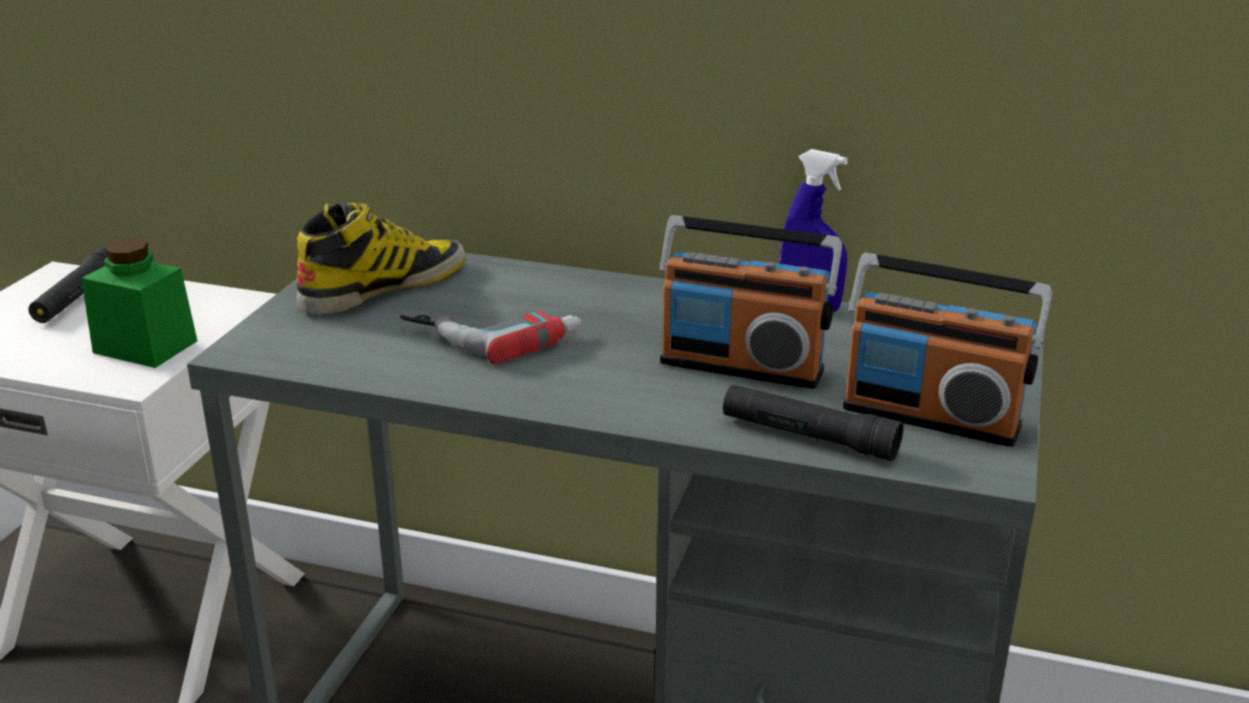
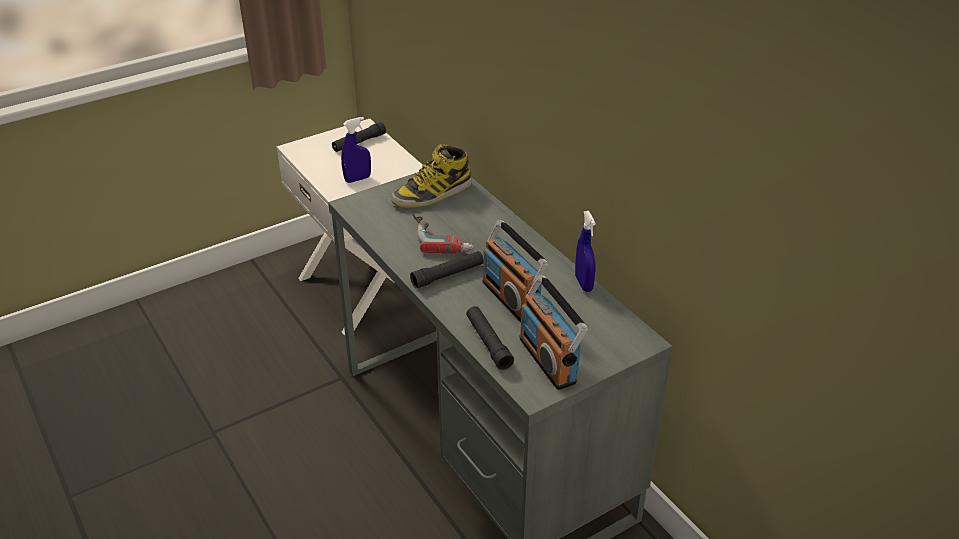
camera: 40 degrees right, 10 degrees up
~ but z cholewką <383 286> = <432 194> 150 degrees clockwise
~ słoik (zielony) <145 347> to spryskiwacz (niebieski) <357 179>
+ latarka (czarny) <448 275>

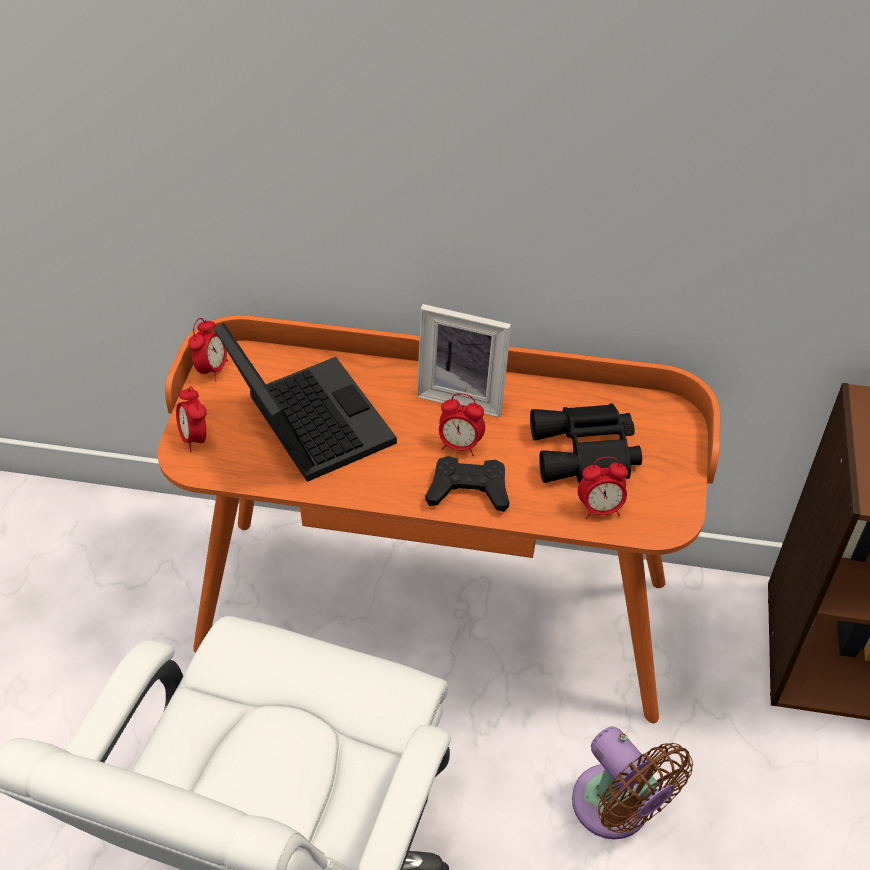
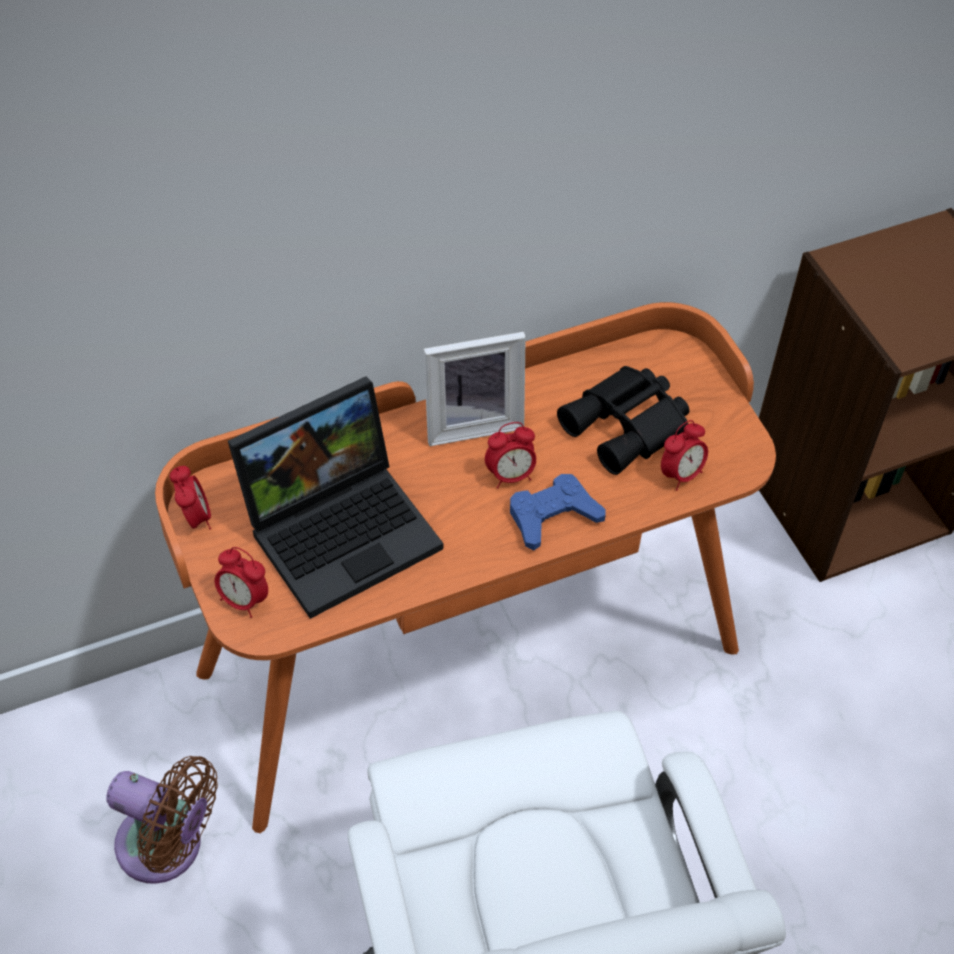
camera: 35 degrees left, 5 degrees up
~ laptop <305 423> = <342 527> 120 degrees clockwise
~ pad do gier (czarny) <468 490> to pad do gier (niebieski) <553 516>
~ wentylator (brązowy) <616 809> to <167 847>

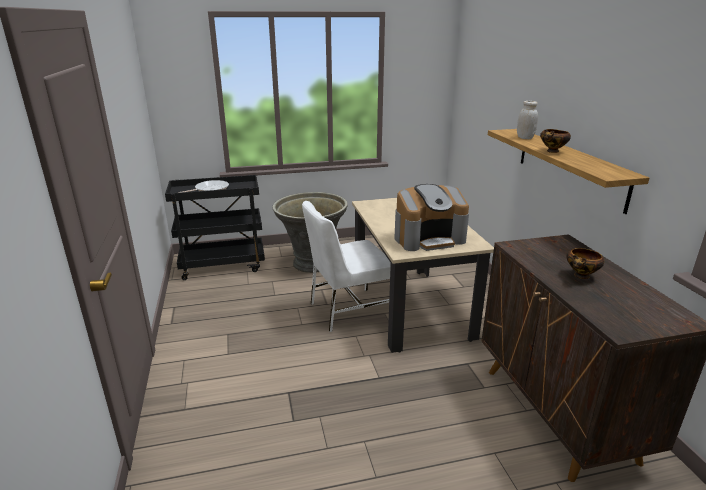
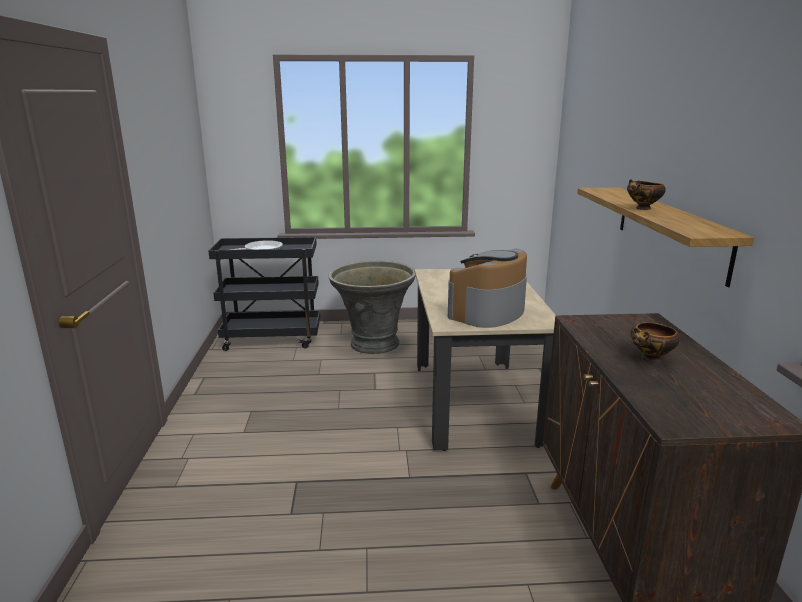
camera: 10 degrees right, 5 degrees down
- słoik (biały) <525 138>
~ ekspres do kawy <429 238> = <488 312> 135 degrees clockwise
- krzesło (biały) <348 310>

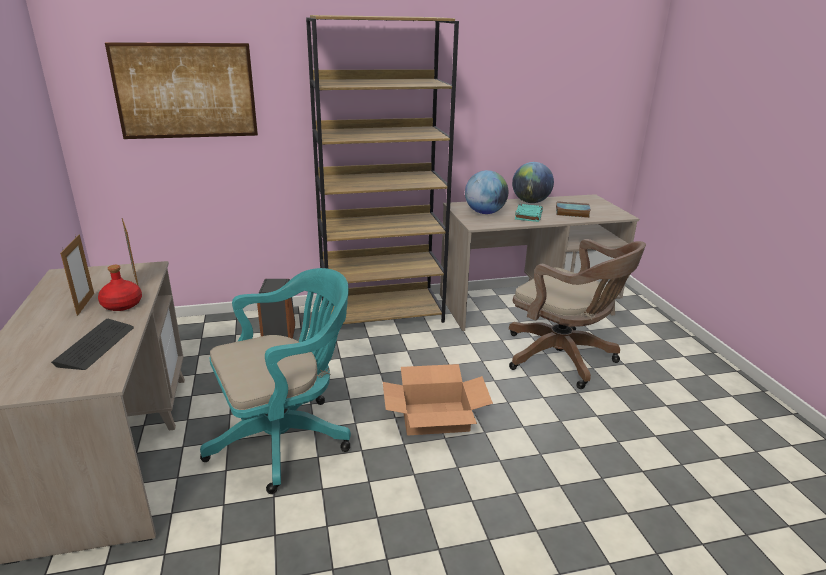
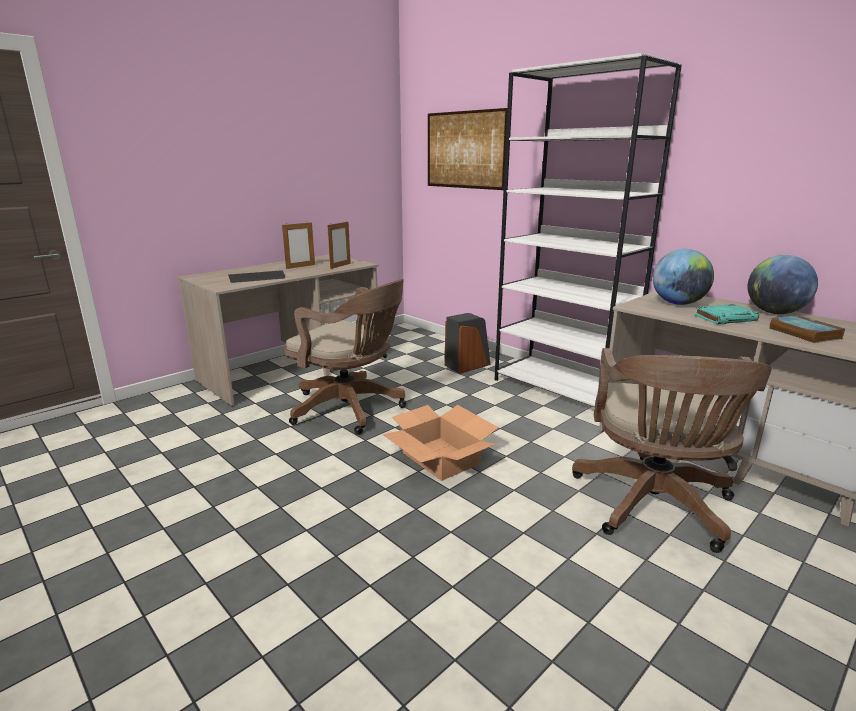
camera: 60 degrees right, 5 degrees down
~ regał (brązowy) <382 313> to regał (biały) <561 388>
- butelka (czerwony) <122 305>
~ krzesło biurowe (turkusowy) <286 438> to krzesło biurowe (brązowy) <351 409>

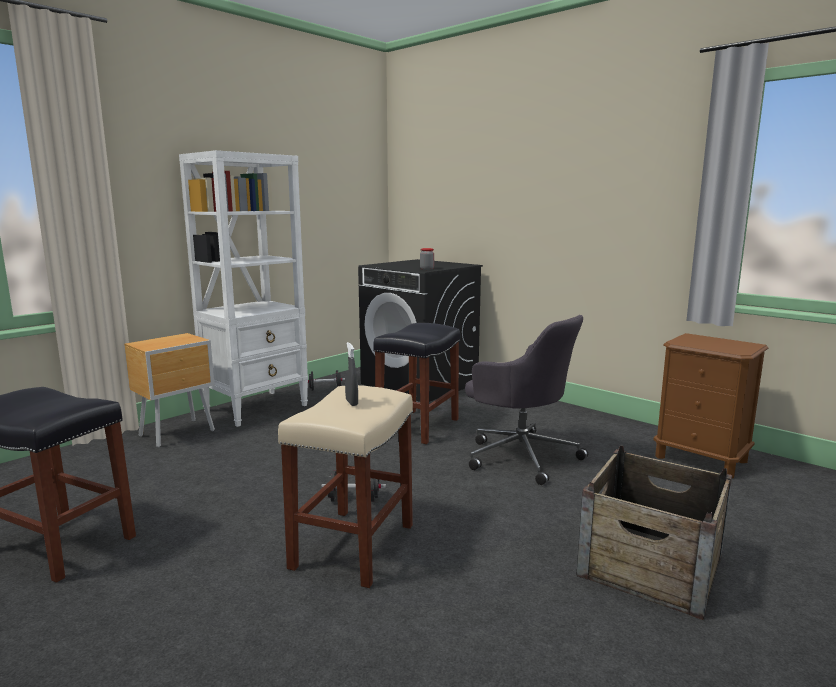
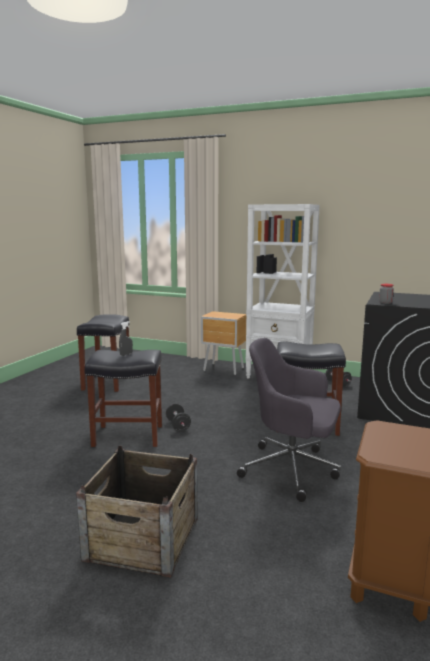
camera: 70 degrees right, 0 degrees up
~ krzesło biurowe (szary) <520 455> = <292 470> 90 degrees clockwise
~ stołek (beżowy) <353 545> to stołek (czarny) <129 435>

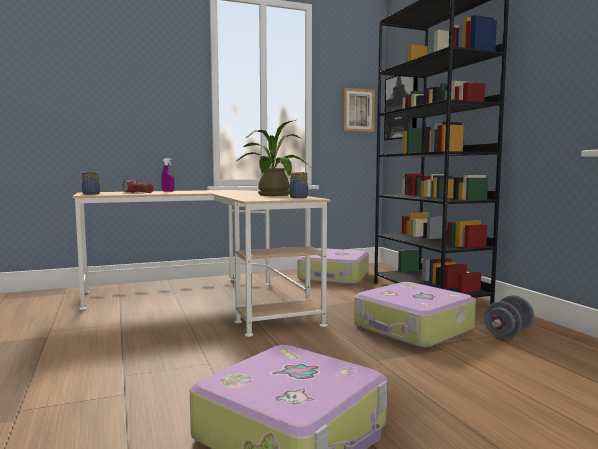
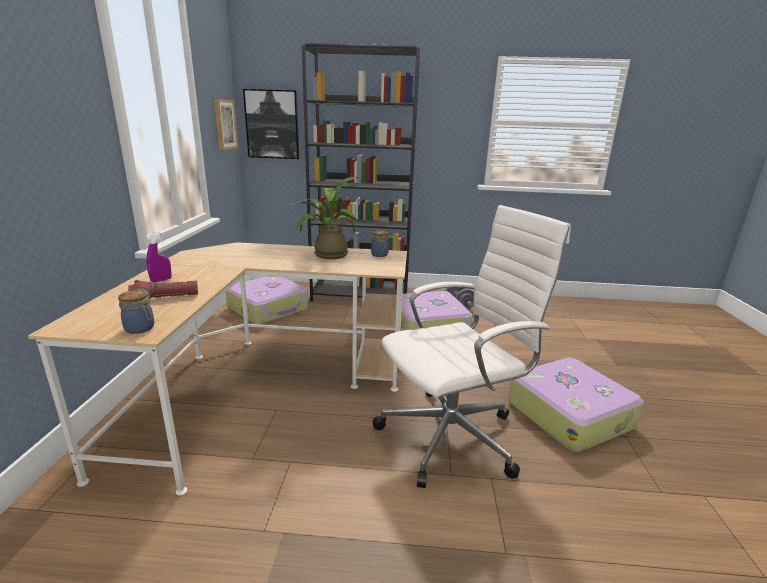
camera: 65 degrees left, 15 degrees up
+ krzesło biurowe (biały) <453 435>

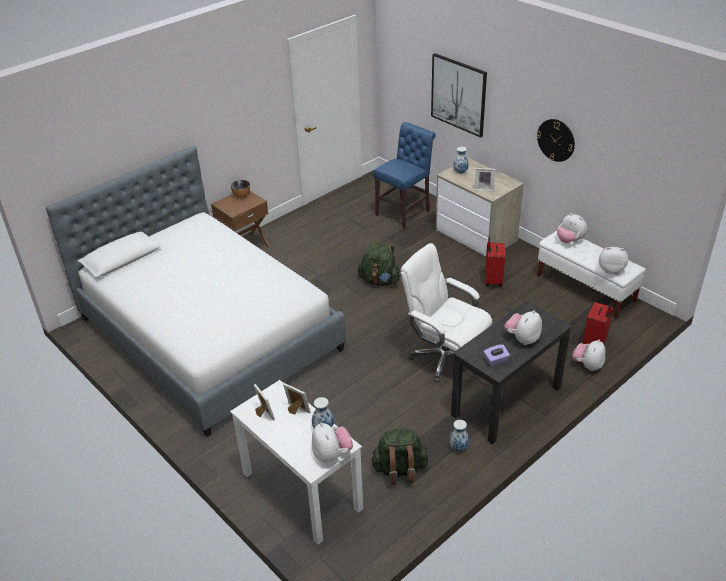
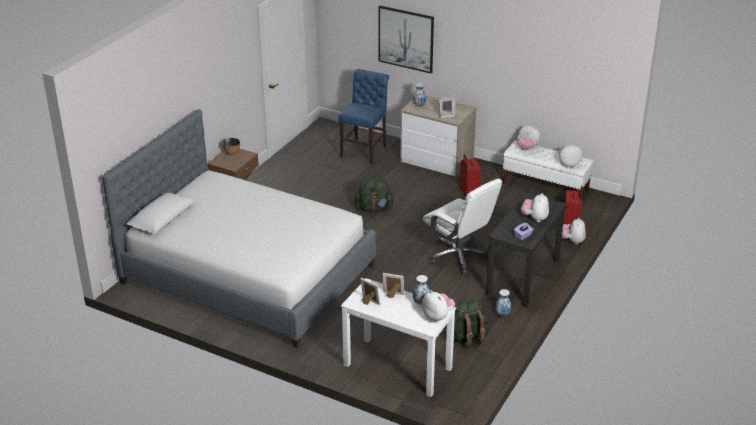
camera: 20 degrees left, 5 degrees down
- zegar ścienny <556 140>
~ krzesło biurowe (biały) <444 358> = <459 256> 150 degrees counterclockwise

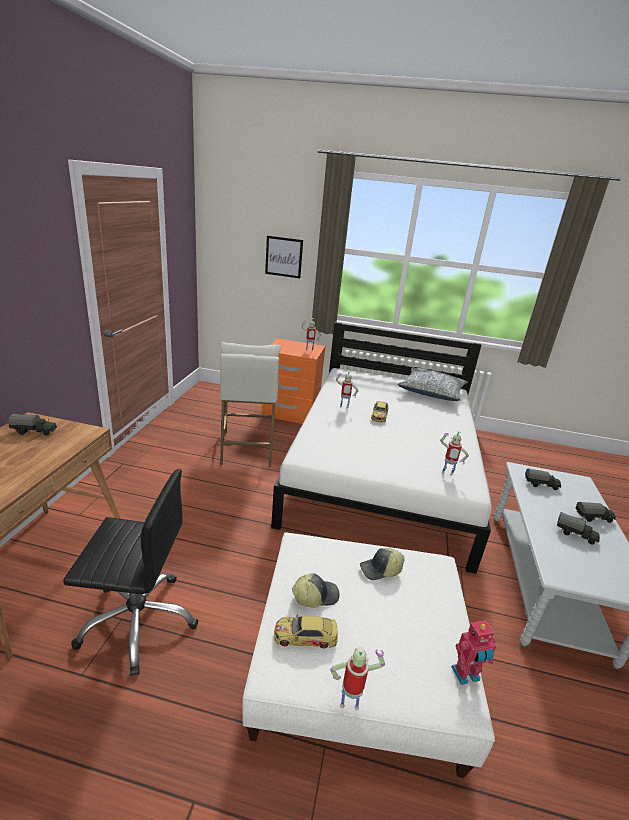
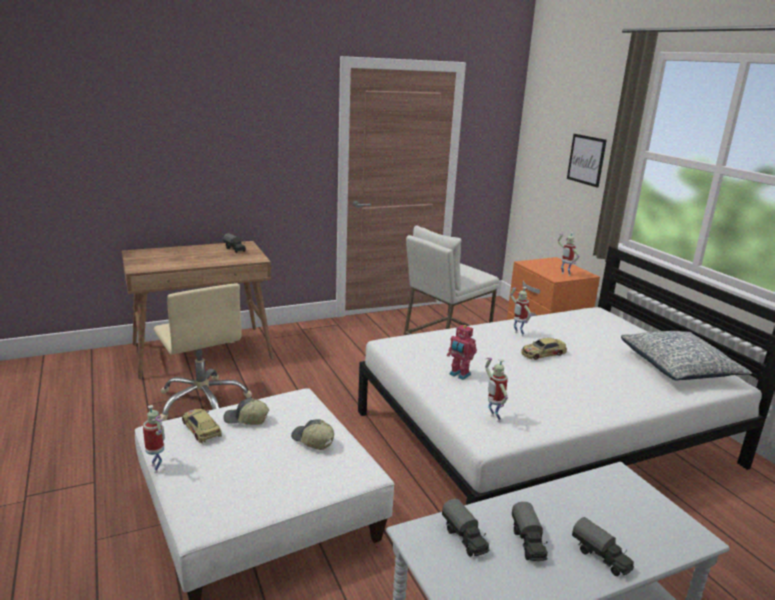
camera: 55 degrees right, 5 degrees down
~ ciężarówka zabawkowa <541 485> to <465 538>
~ krzesło biurowe (czarny) <139 620> to krzesło biurowe (beżowy) <203 402>
~ czapka z daszkiem <315 595> = <246 420> 150 degrees clockwise
~ robot zabawkowy <466 675> to <459 375>

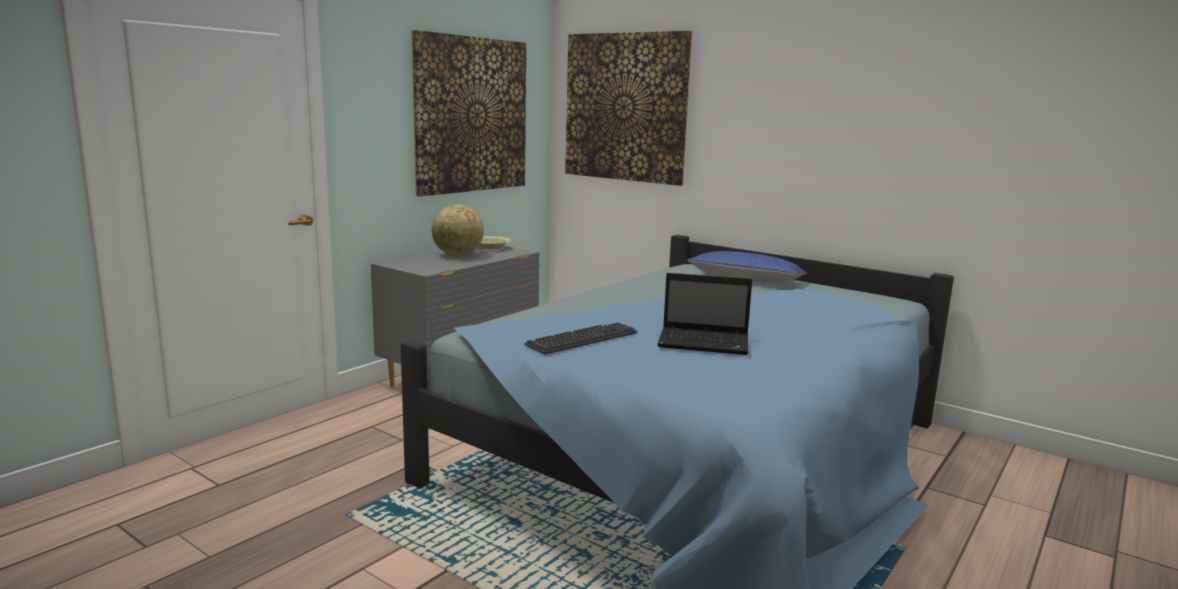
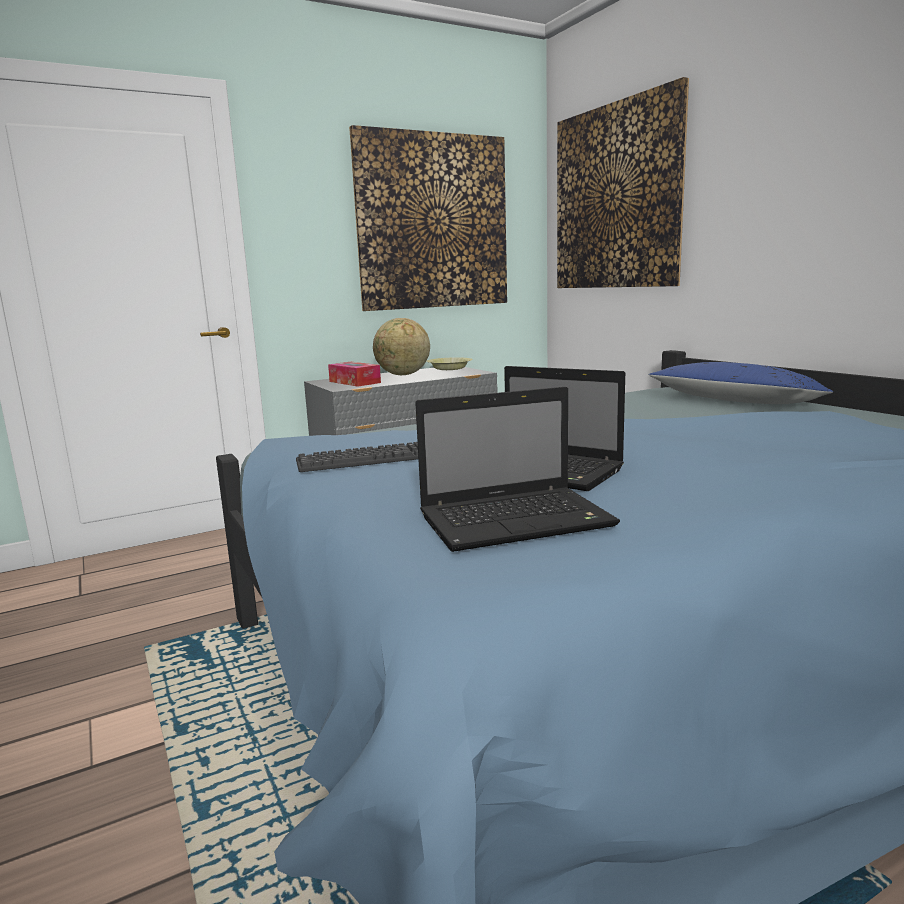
camera: 25 degrees right, 0 degrees up
+ pudełko chusteczek <354 382>
+ laptop <518 520>

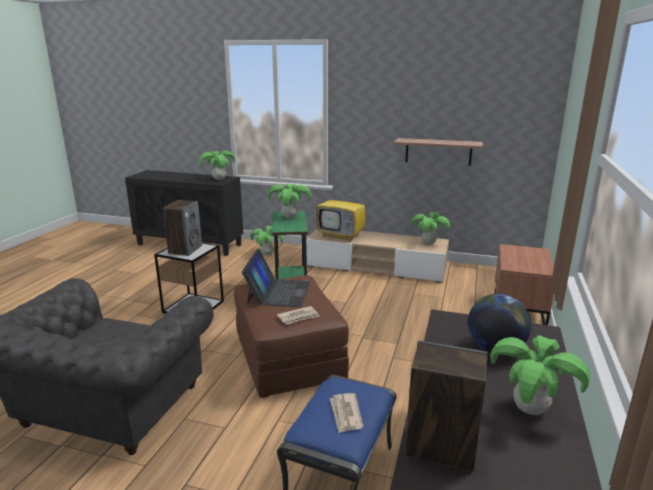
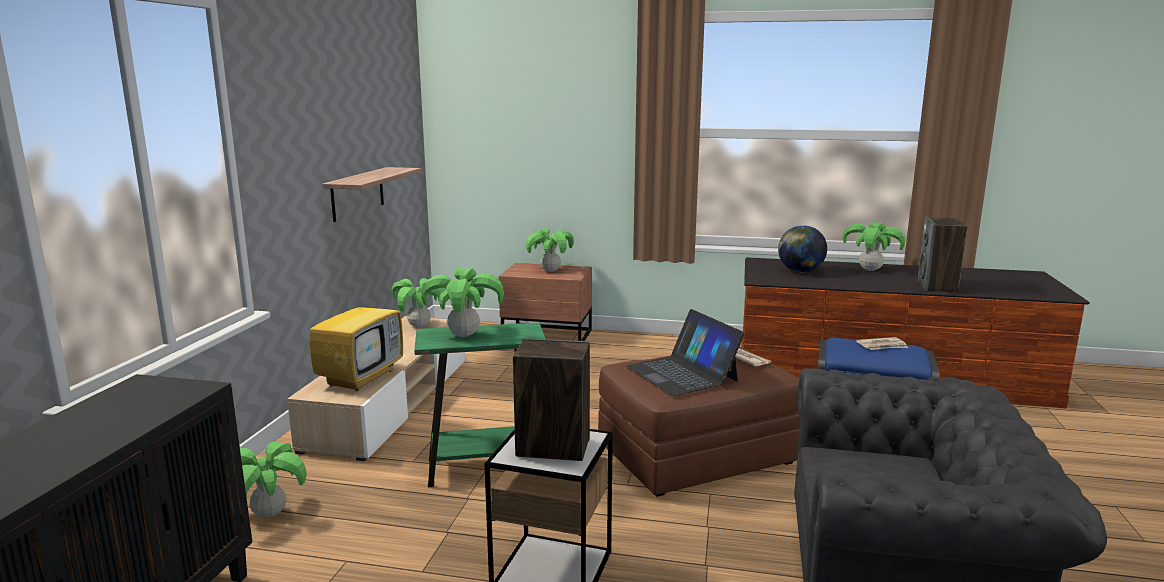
camera: 95 degrees left, 5 degrees down
~ roślina doniczkowa <219 179> to <551 271>
~ laptop <278 292> = <682 373> 120 degrees counterclockwise

